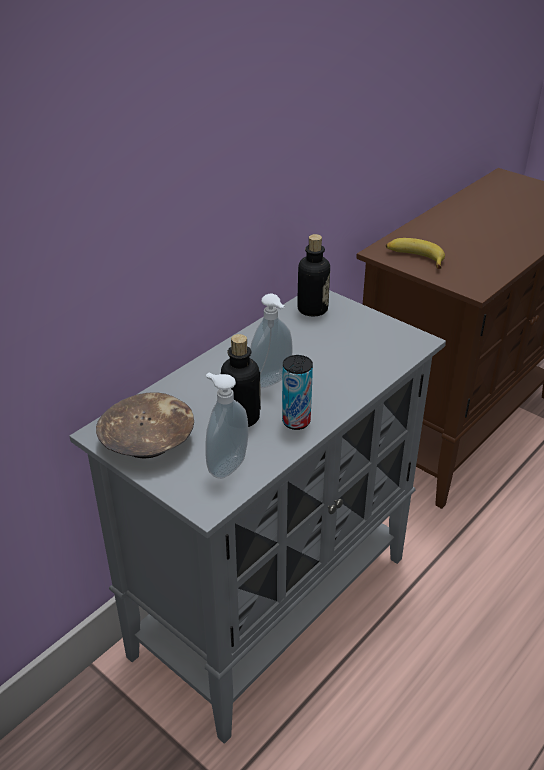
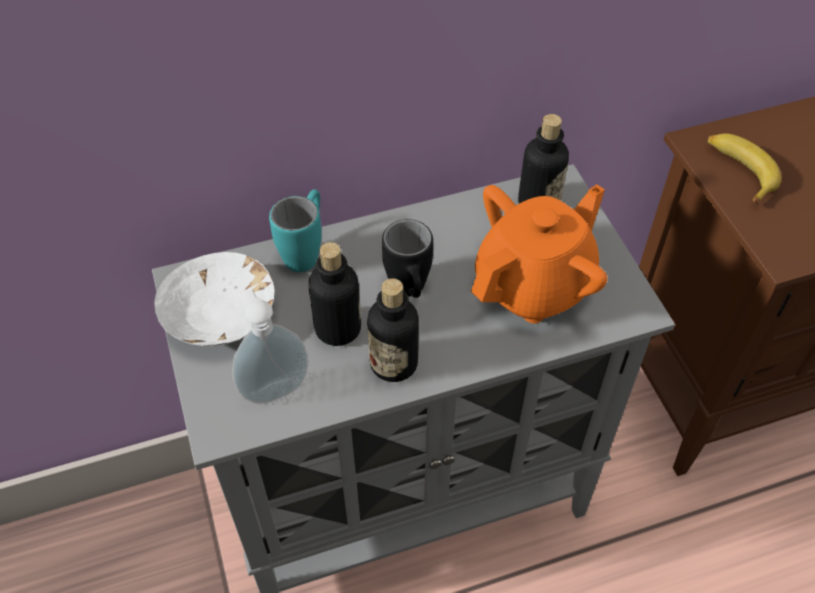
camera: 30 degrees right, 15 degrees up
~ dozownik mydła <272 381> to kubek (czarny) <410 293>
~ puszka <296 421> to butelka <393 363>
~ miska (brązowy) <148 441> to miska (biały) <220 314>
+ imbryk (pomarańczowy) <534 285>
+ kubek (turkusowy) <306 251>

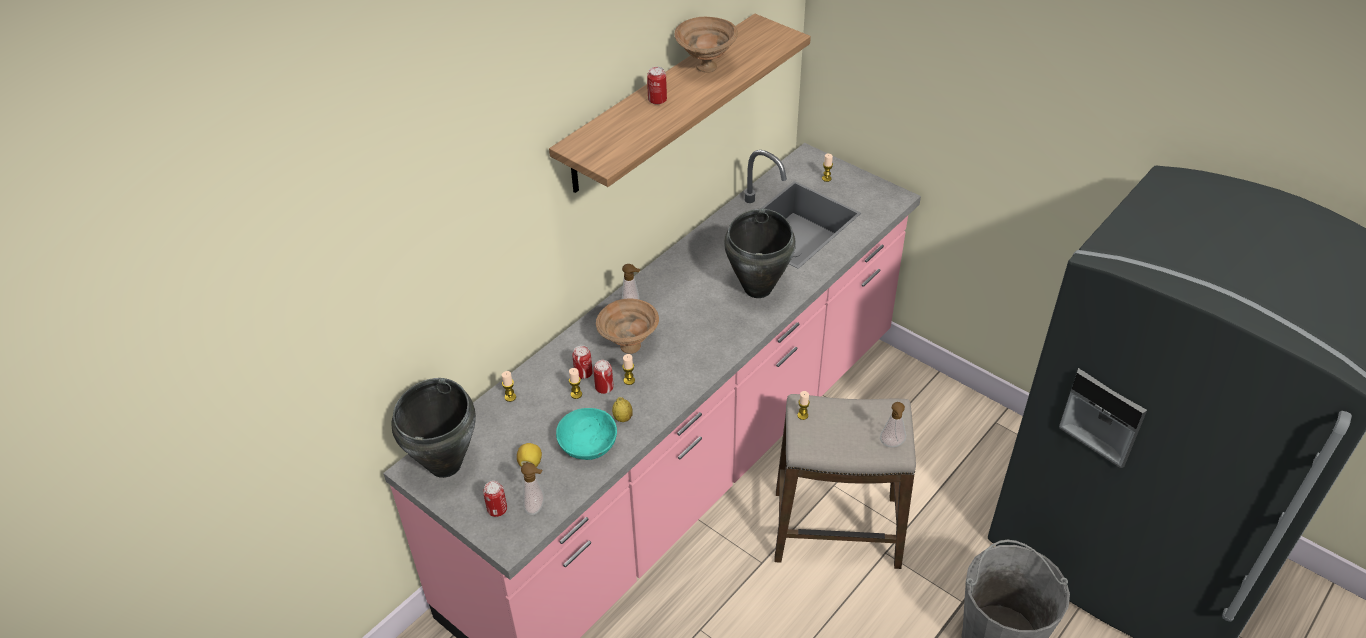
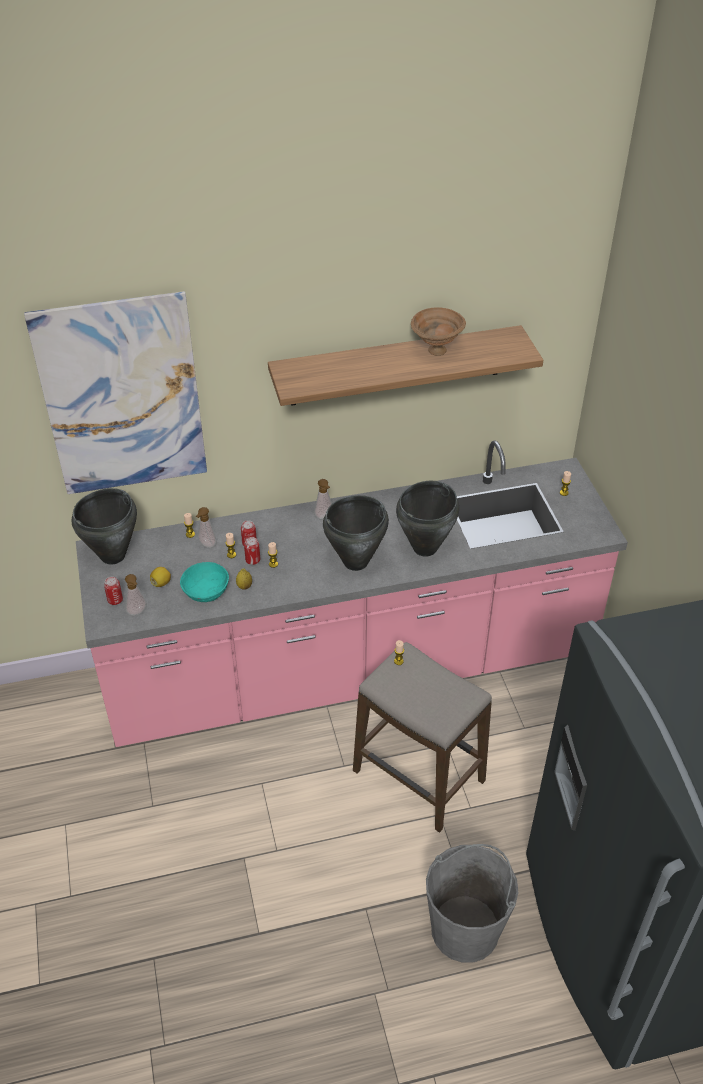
camera: 35 degrees right, 0 degrees up
- puszka <657 100>
- miska (brązowy) <628 347>
~ dozownik mydła <892 445> to <206 545>
+ obraz <122 397>
+ garnek (czarny) <356 562>

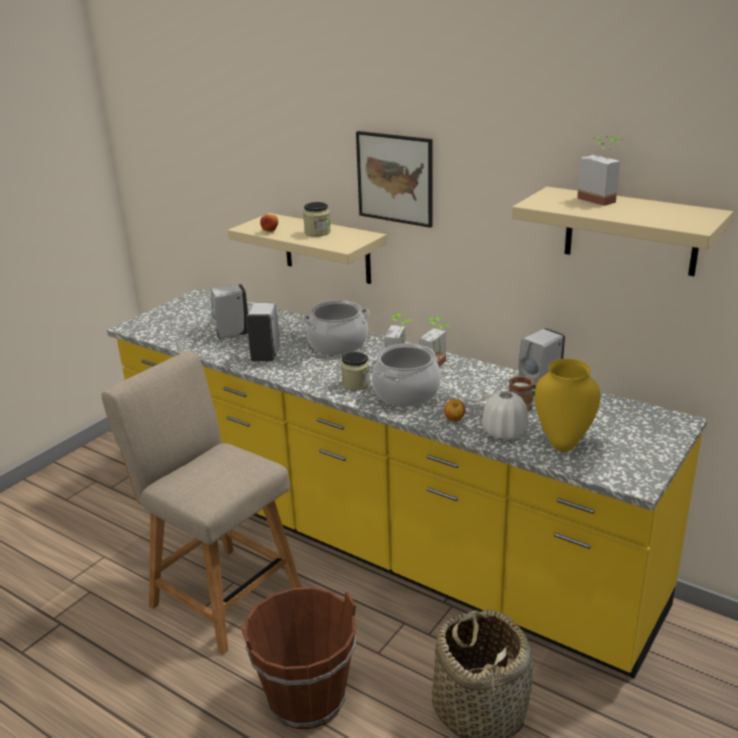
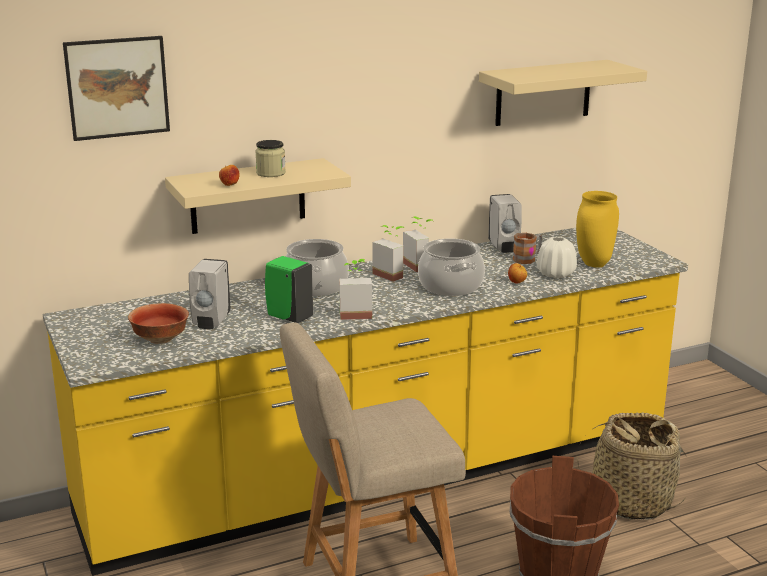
camera: 60 degrees left, 5 degrees down
~ obraz <395 178> to <117 87>
~ roślina doniczkowa <601 199> to <355 313>
~ dozownik mydła (biały) <266 355> to dozownik mydła (zielony) <288 317>
- słoik <356 384>
+ miska <160 339>

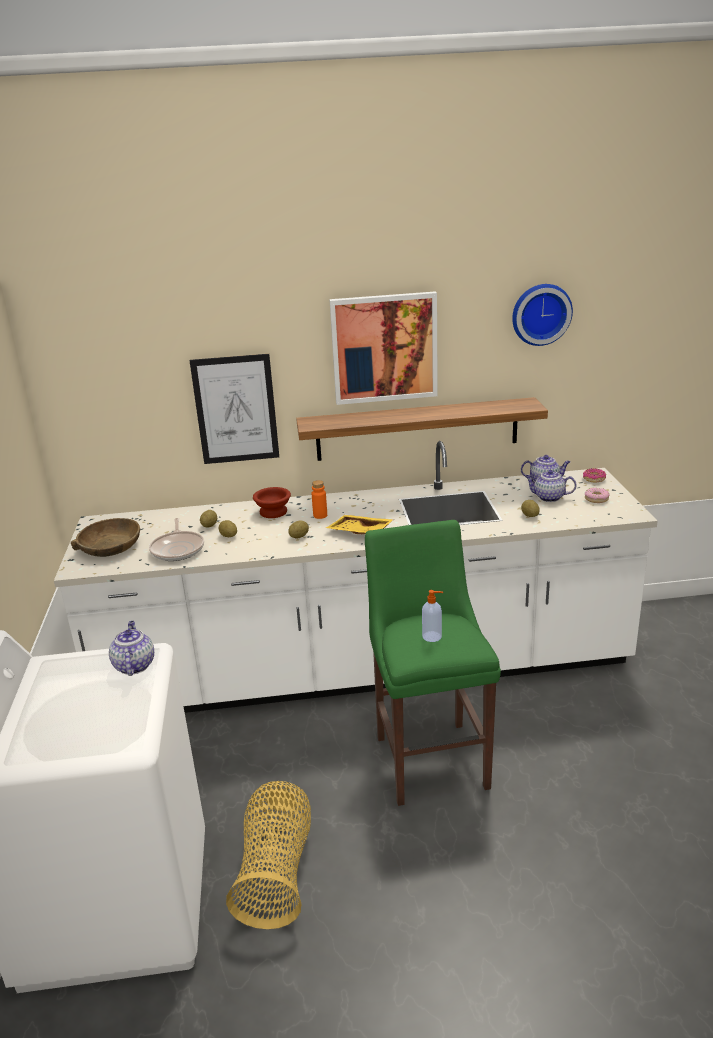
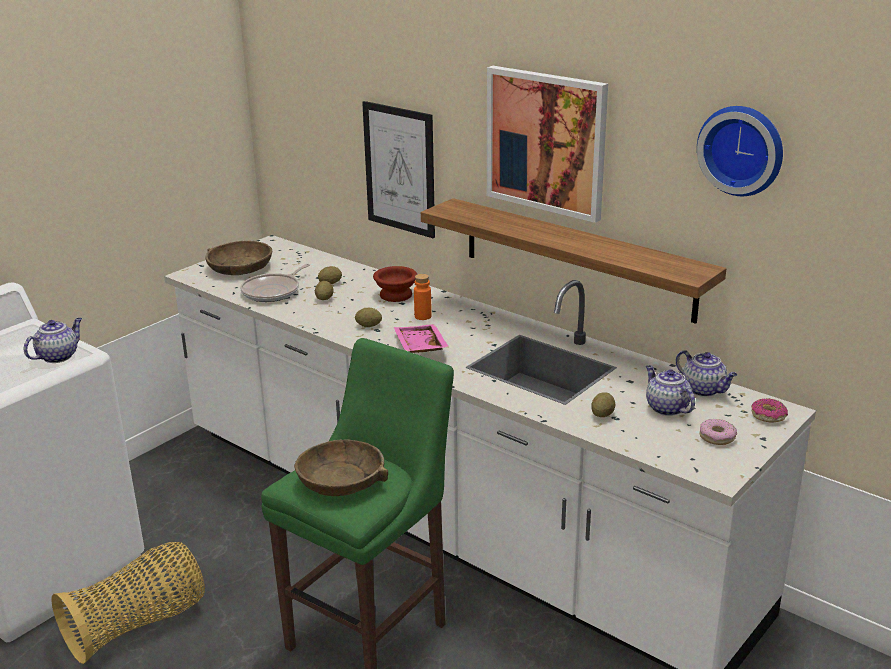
camera: 45 degrees right, 0 degrees up
~ taca (żółty) <359 532> to taca (różowy) <419 347>
~ dozownik mydła <432 636> to miska (brązowy) <342 480>

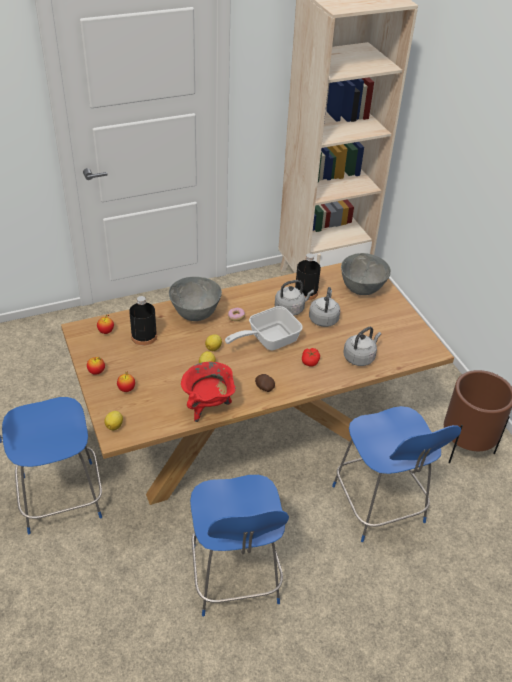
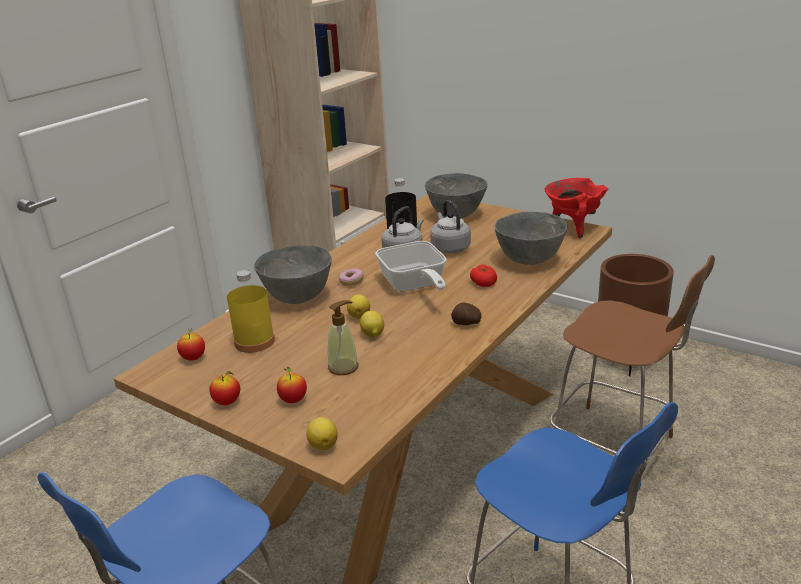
camera: 30 degrees left, 15 degrees down
~ butelka (czarny) <144 336> to butelka (żółty) <254 341>
~ patelnia <268 340> = <414 285> 45 degrees counterclockwise
~ czajnik (szary) <360 357> to miska (szary) <528 260>
~ garnek (czerwony) <208 406> to <573 227>
~ krzesło (niebieski) <379 507> to krzesło (brązowy) <615 447>
+ dozownik mydła <343 367>

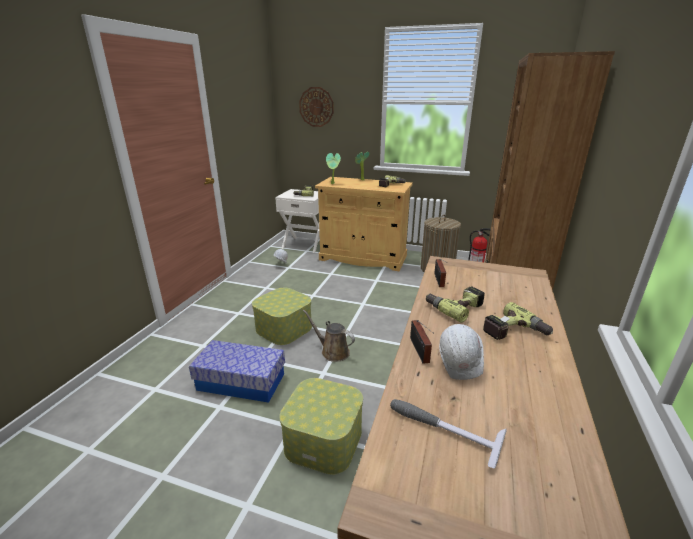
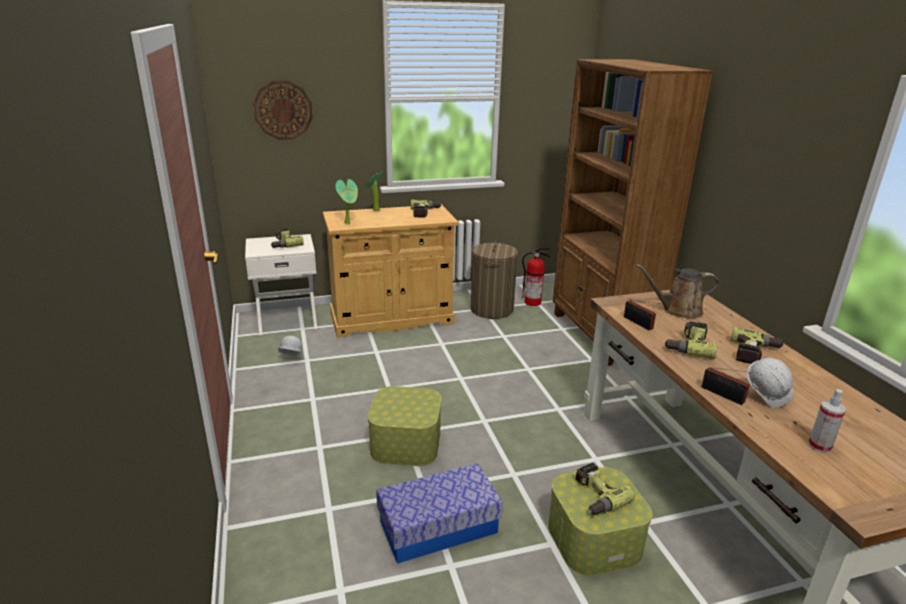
camera: 35 degrees left, 0 degrees up
~ konewka (brązowy) <332 351> to <678 310>
~ młotek <442 428> to spryskiwacz <819 446>
+ wiertarka <595 496>

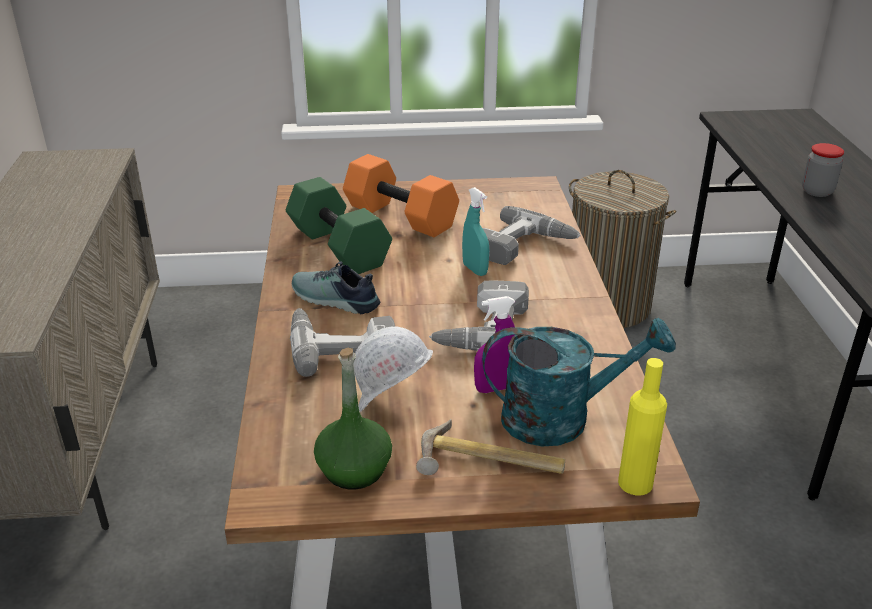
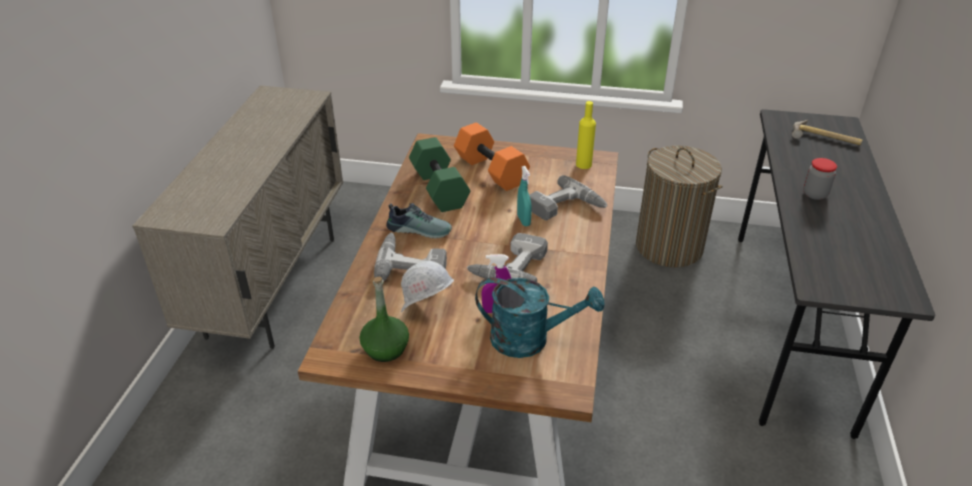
camera: 15 degrees right, 5 degrees up
~ but <333 300> = <420 229> 150 degrees clockwise
~ butelka (żółty) <635 483> to <583 164>
~ młotek <489 464> to <825 139>

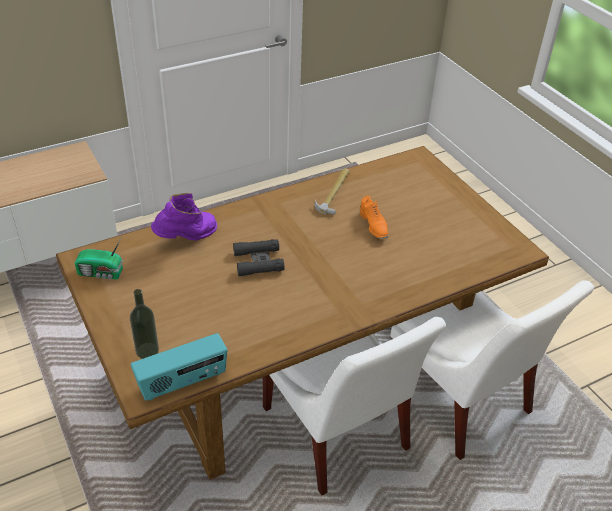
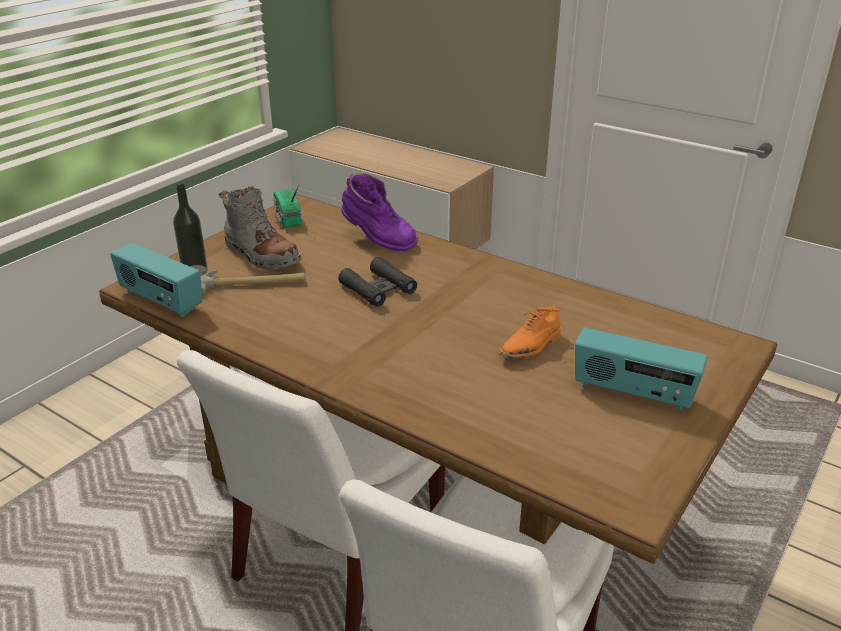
camera: 65 degrees right, 10 degrees down
~ młotek <334 193> to <252 284>
+ but z cholewką (szary) <261 255>
+ radio <632 393>

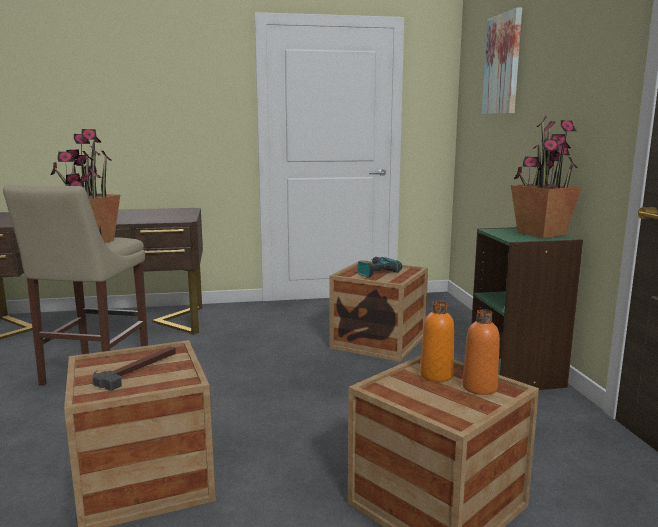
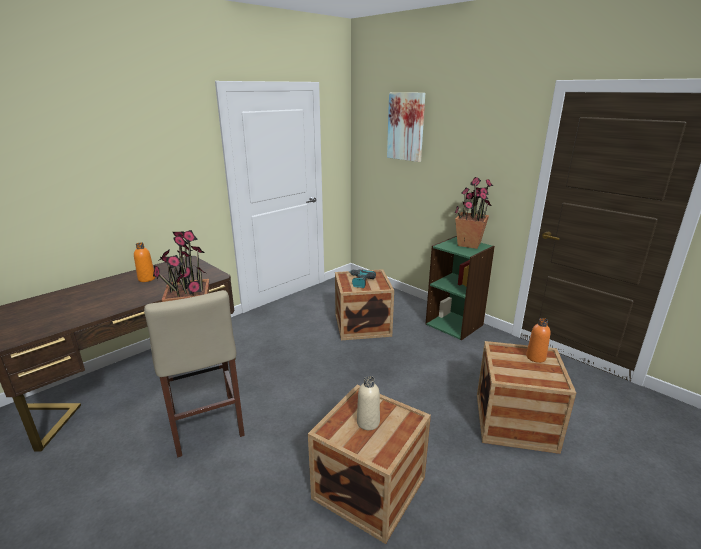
camera: 35 degrees left, 10 degrees up
~ butelka (pomarańczowy) <436 375> to <147 279>
~ młotek <137 369> to butelka (beżowy) <368 422>

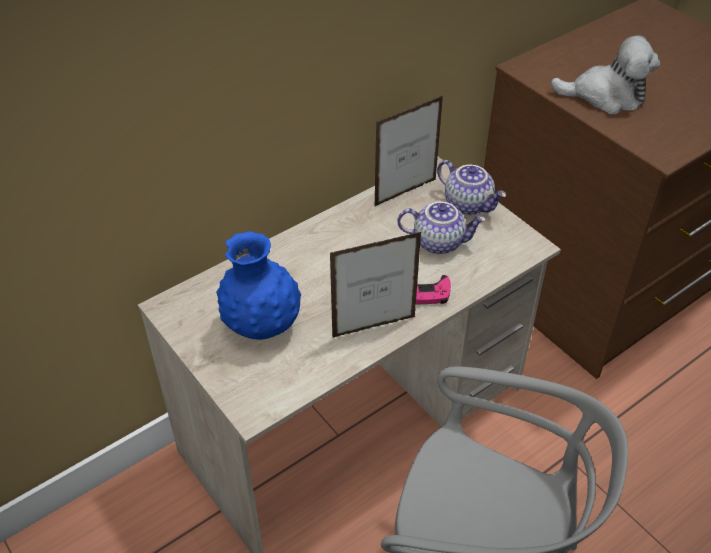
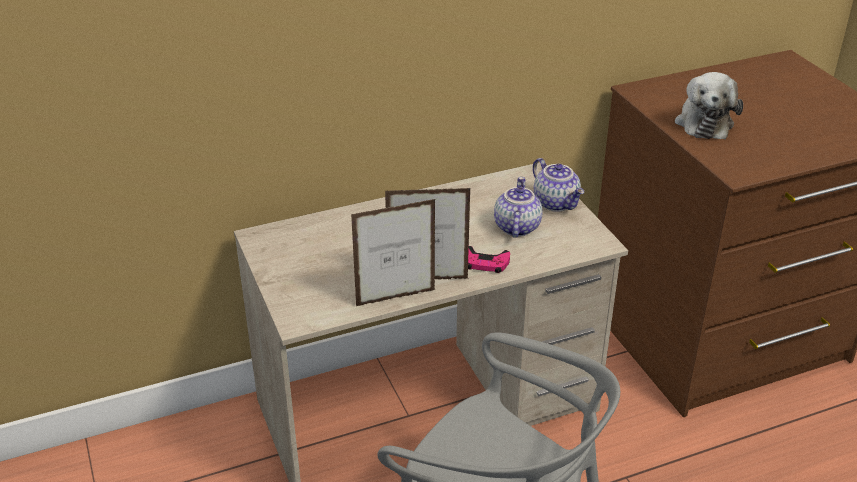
camera: 15 degrees right, 10 degrees down
~ pluszak <605 96> = <704 122> 75 degrees clockwise
~ ramka na zdjęcie <405 192> to <396 298>
~ imbryk <439 242> = <515 227> 105 degrees counterclockwise
- wazon (niebieski) <261 326>

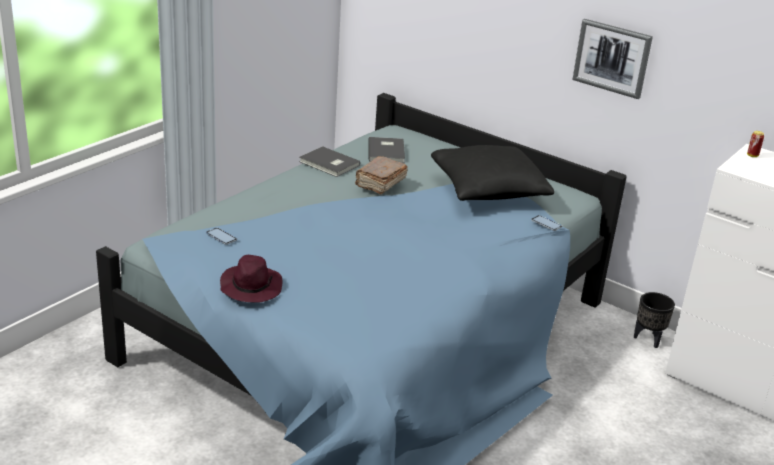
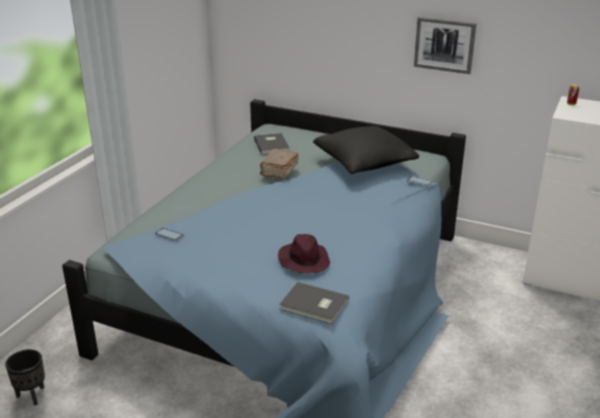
camera: 10 degrees left, 0 degrees up
~ książka (szary) <329 164> to <314 305>
~ kapelusz (fioletowy) <250 287> to <303 261>
~ donica (czarny) <648 339> to <32 396>

